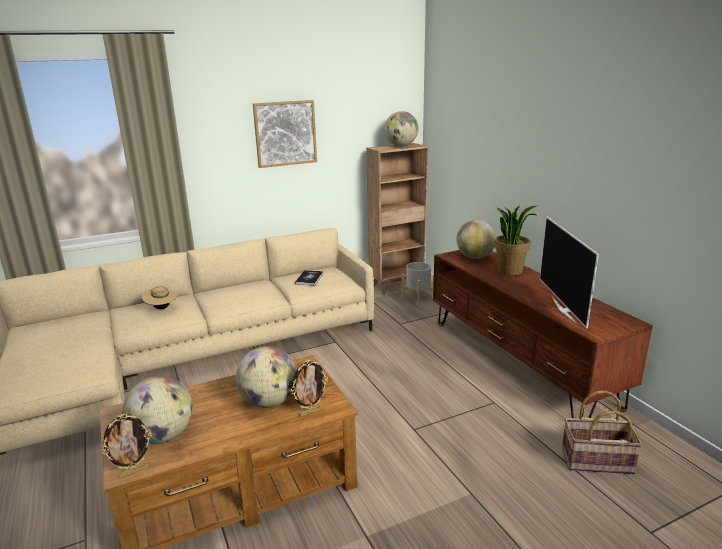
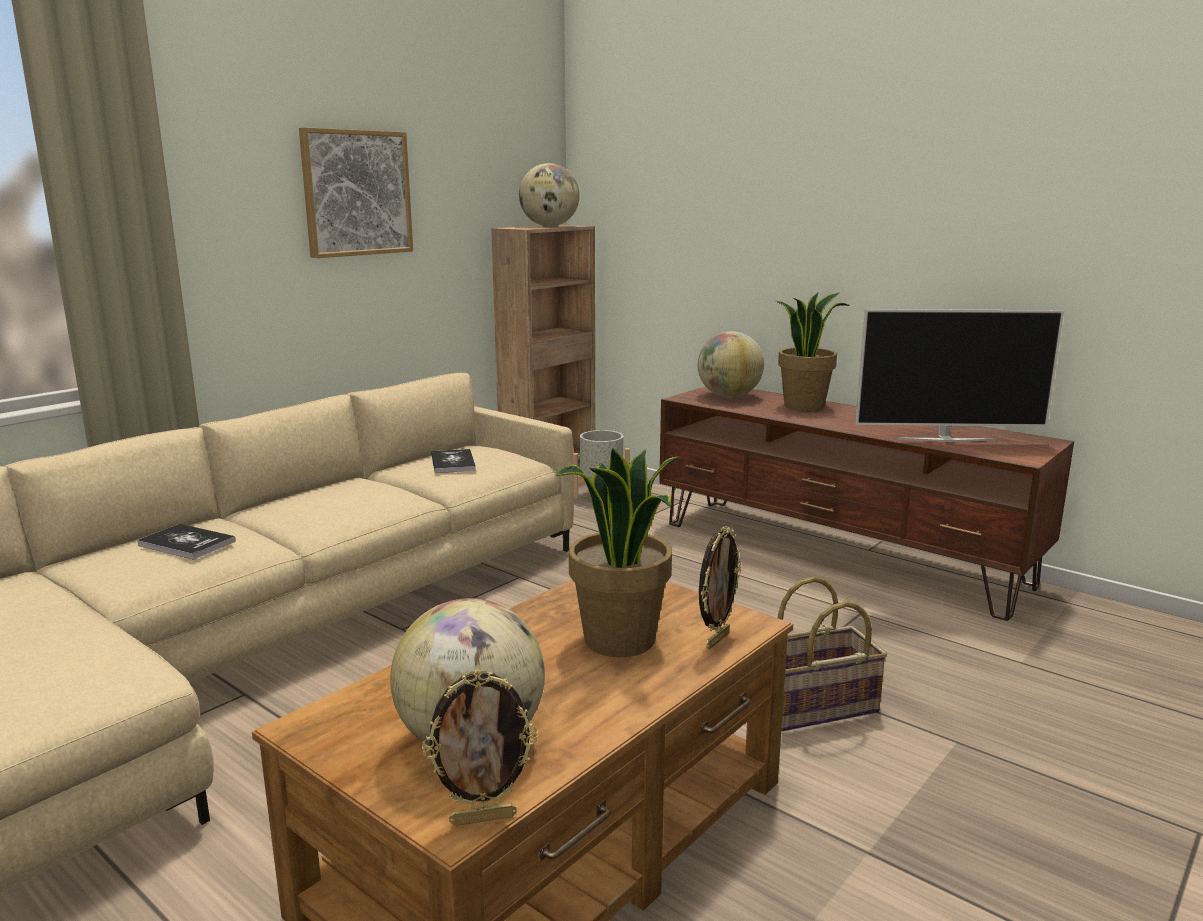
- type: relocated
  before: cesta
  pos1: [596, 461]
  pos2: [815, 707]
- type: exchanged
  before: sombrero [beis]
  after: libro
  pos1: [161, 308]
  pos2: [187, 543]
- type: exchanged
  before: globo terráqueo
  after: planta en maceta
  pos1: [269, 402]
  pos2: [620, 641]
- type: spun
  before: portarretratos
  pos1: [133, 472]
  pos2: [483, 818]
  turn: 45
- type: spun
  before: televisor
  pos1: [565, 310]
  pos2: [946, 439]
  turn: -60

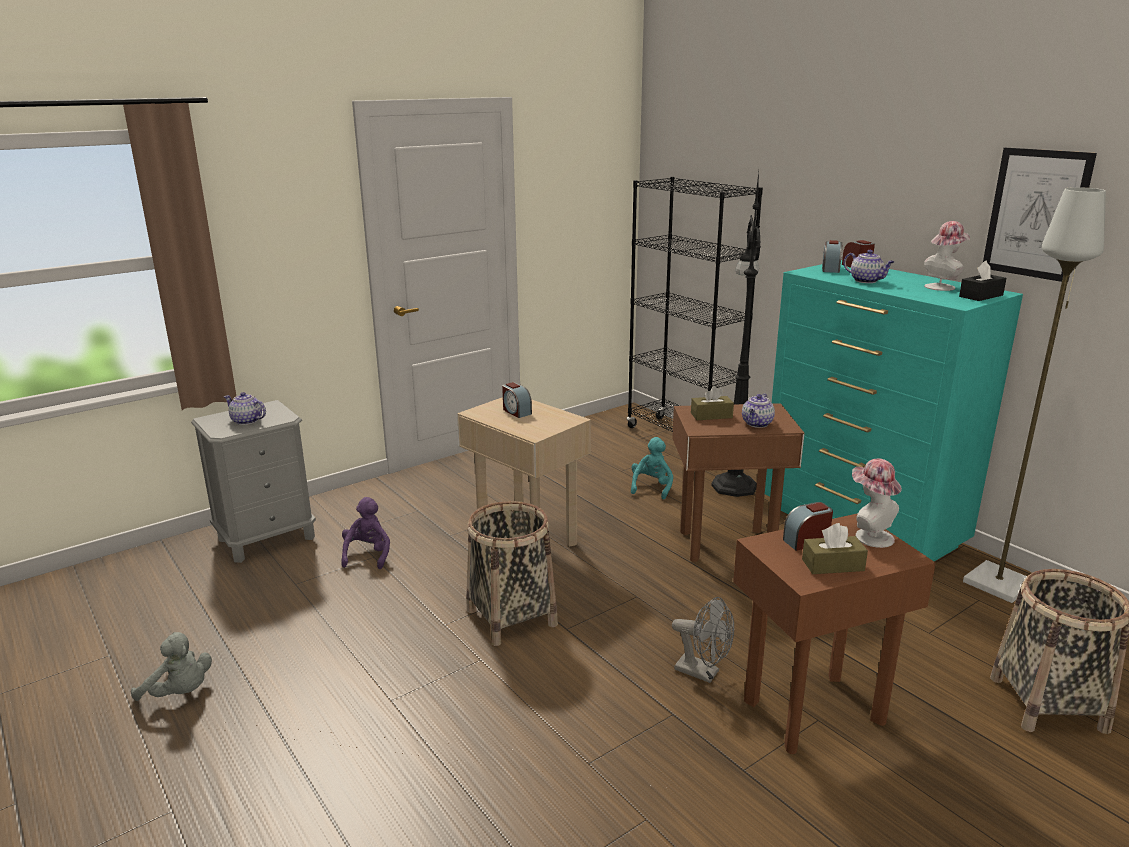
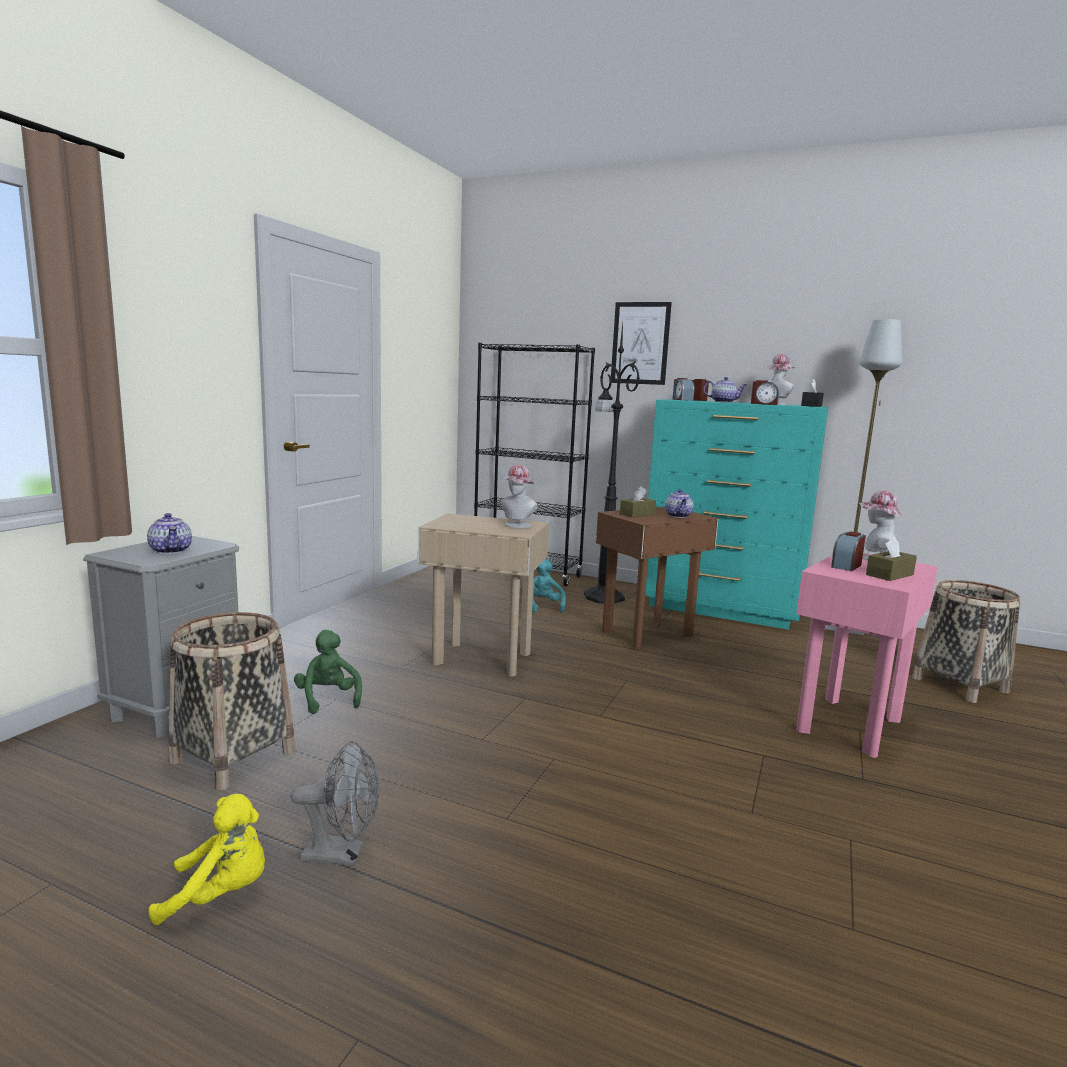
- type: appeared
  after: sombrero
  pos2: [516, 525]
- type: relocated
  before: cesta
  pos1: [512, 617]
  pos2: [234, 756]
- type: relocated
  before: despertador
  pos1: [516, 411]
  pos2: [764, 404]
- type: relocated
  before: ventilador [gris]
  pos1: [703, 673]
  pos2: [342, 854]
- type: relocated
  before: cuadro
  pos1: [1036, 214]
  pos2: [640, 343]
- type: colour
  before: peluche [gris]
  after: peluche [amarillo]
  pos1: [180, 693]
  pos2: [221, 894]
- type: colour
  before: peluche [morado]
  after: peluche [verde]
  pos1: [368, 555]
  pos2: [328, 699]
- type: colour
  before: mesa auxiliar [marrón]
  after: mesa auxiliar [rosa]
  pos1: [812, 710]
  pos2: [847, 725]
- type: spun
  before: tetera
  pos1: [247, 421]
  pos2: [171, 550]
  turn: -120

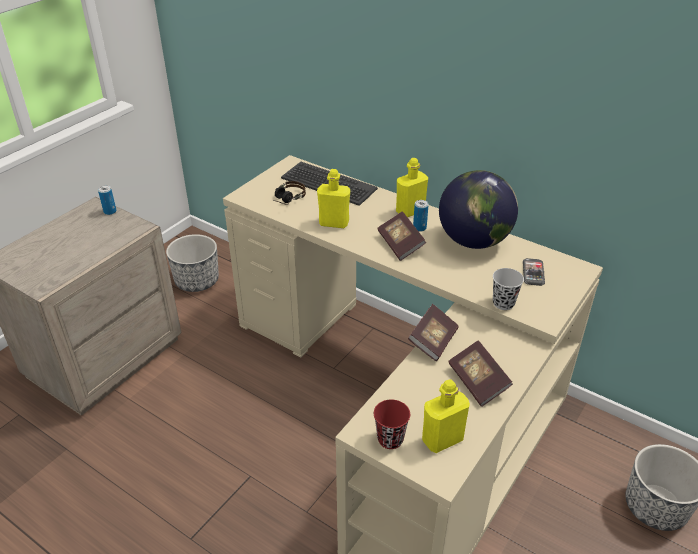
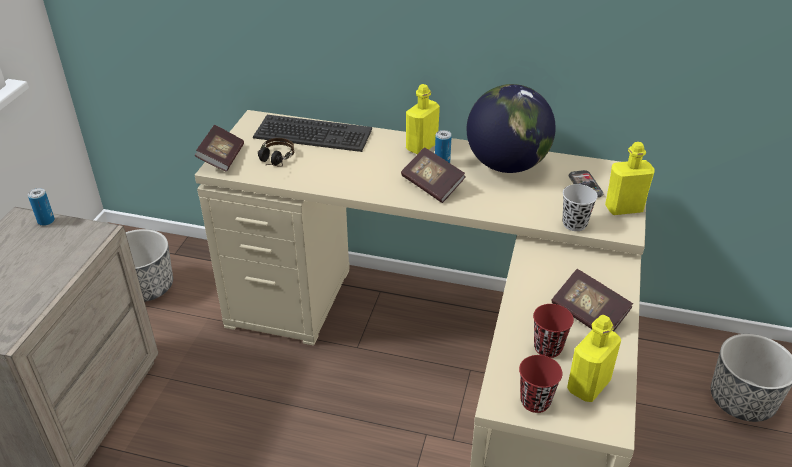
- type: appeared
  after: taza [rojo]
  pos2: [548, 348]
- type: relocated
  before: botella [amarillo]
  pos1: [334, 223]
  pos2: [624, 208]
- type: relocated
  before: libro
  pos1: [433, 341]
  pos2: [222, 158]

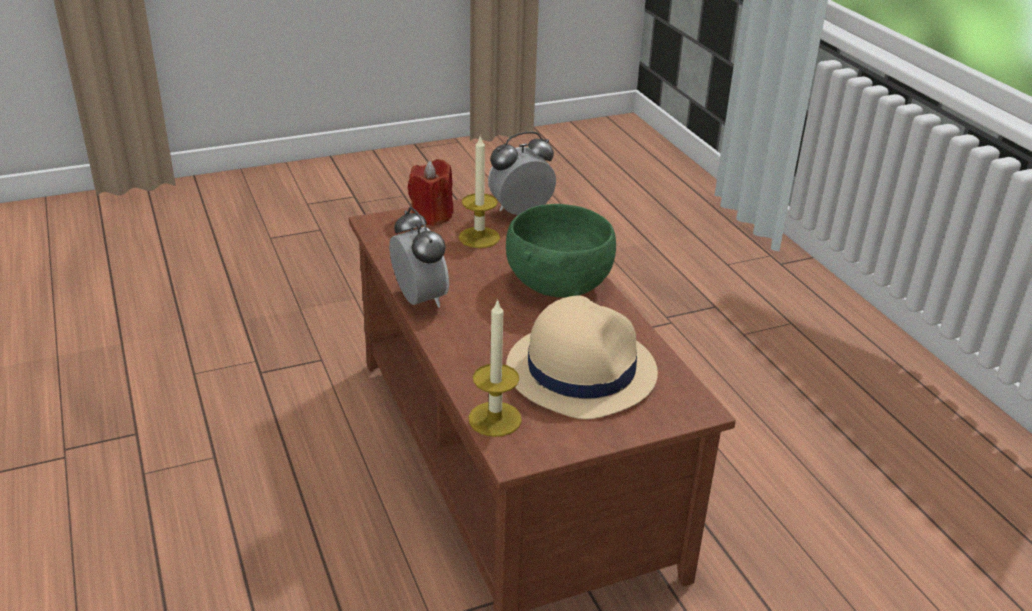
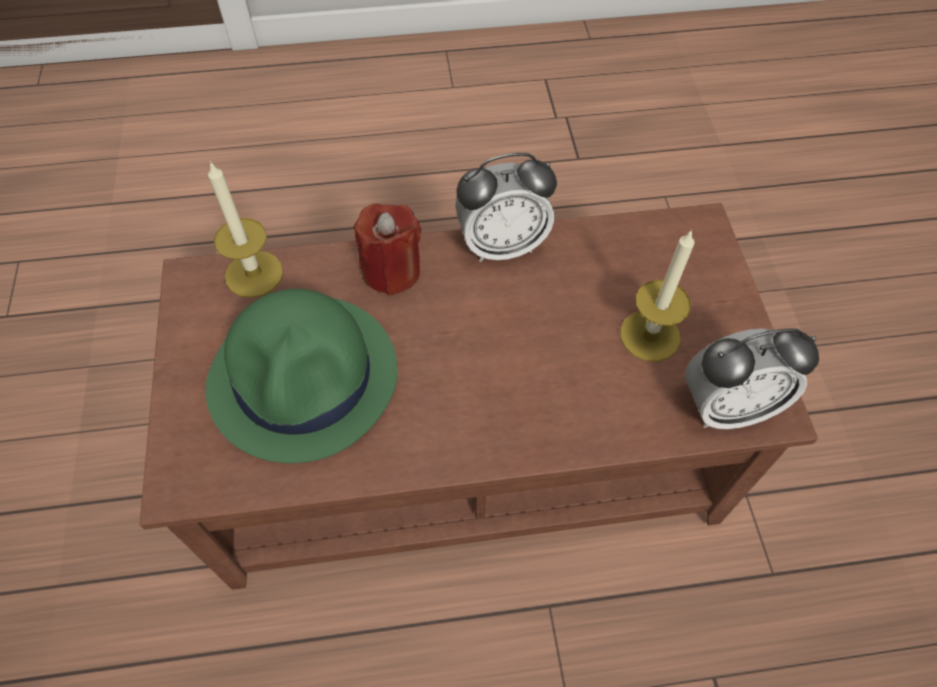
- type: missing
  before: cuenco [verde]
  pos1: [557, 284]
- type: relocated
  before: vela [rojo]
  pos1: [431, 216]
  pos2: [391, 271]
- type: colour
  before: sombrero [beis]
  after: sombrero [verde]
  pos1: [581, 370]
  pos2: [305, 377]
- type: spun
  before: despertador
  pos1: [521, 212]
  pos2: [726, 407]
  turn: 90

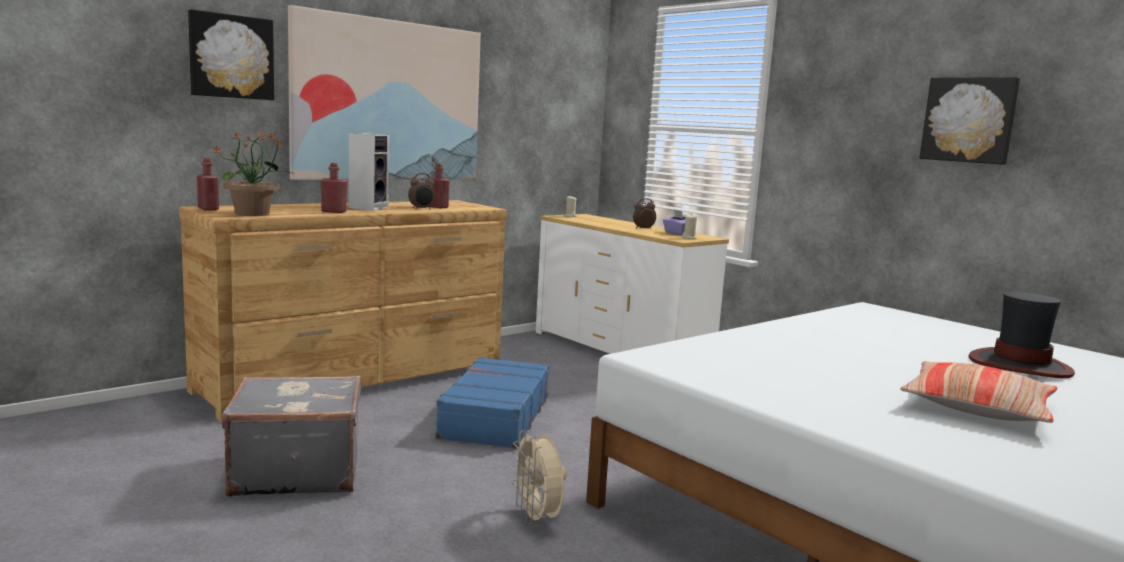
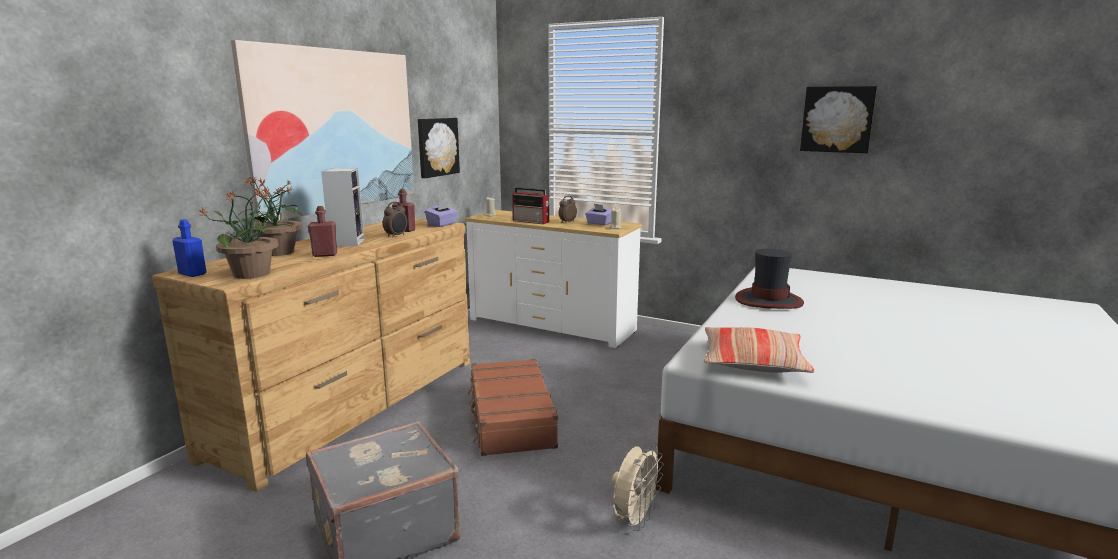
- type: appeared
  after: planta en maceta
  pos2: [278, 252]
- type: appeared
  after: caja de pañuelos [morado]
  pos2: [442, 224]
- type: appeared
  after: radio
  pos2: [531, 221]
- type: relocated
  before: cuadro
  pos1: [231, 56]
  pos2: [437, 147]
- type: relocated
  before: cojín
  pos1: [977, 407]
  pos2: [753, 362]
- type: relocated
  before: sombrero
  pos1: [1019, 365]
  pos2: [768, 300]
- type: colour
  before: botella [rojo]
  after: botella [azul]
  pos1: [208, 209]
  pos2: [192, 274]
- type: colour
  before: maleta [azul]
  after: maleta [marrón]
  pos1: [494, 417]
  pos2: [510, 418]
- type: spun
  before: ventilador [beis]
  pos1: [537, 519]
  pos2: [634, 520]
  turn: -105

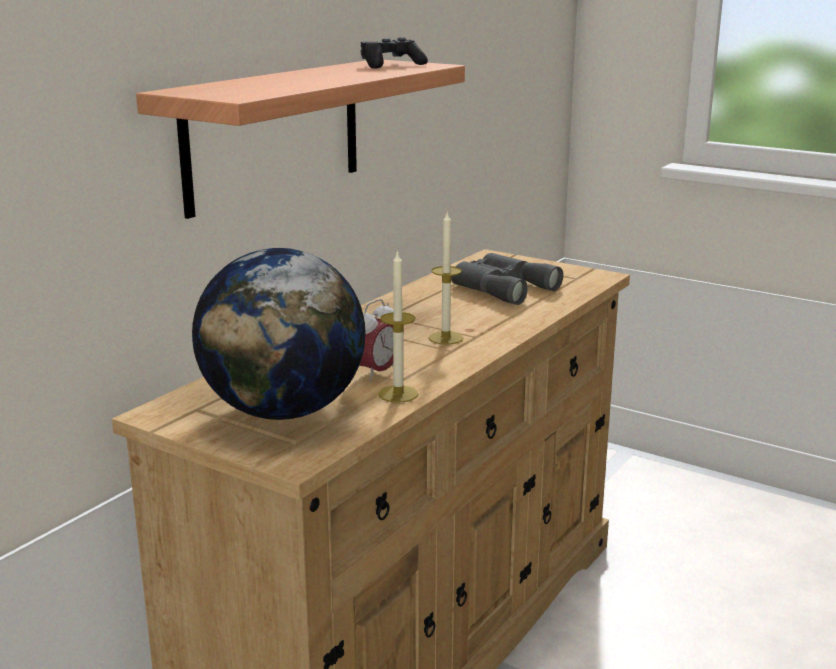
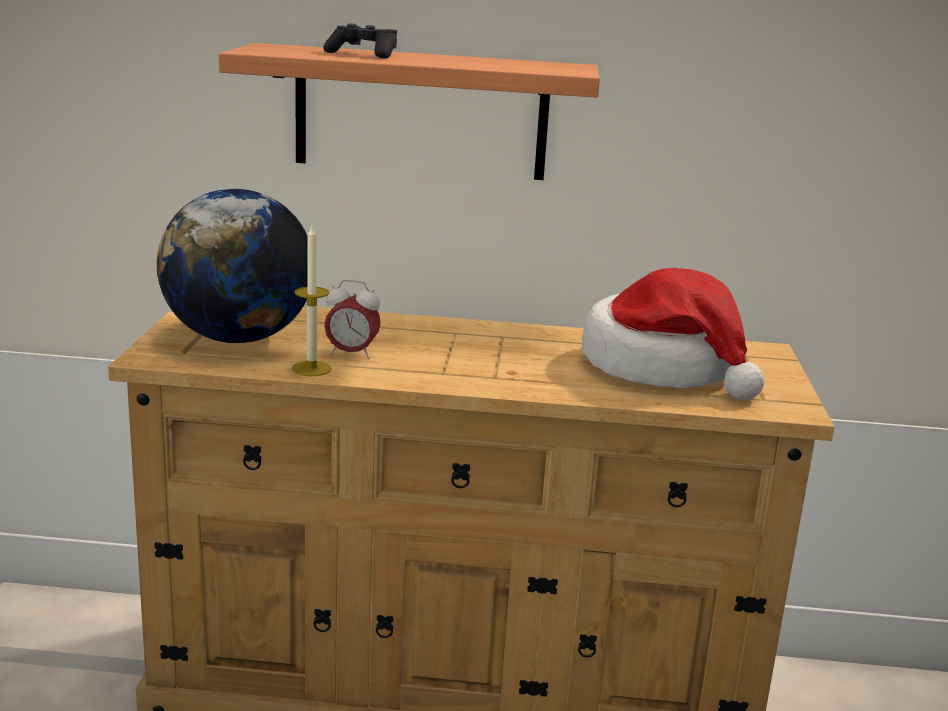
- type: missing
  before: vela
  pos1: [445, 338]
- type: relocated
  before: mando de consola [negro]
  pos1: [391, 65]
  pos2: [363, 54]
- type: exchanged
  before: prismáticos [gris]
  after: sombrero
  pos1: [500, 287]
  pos2: [665, 367]

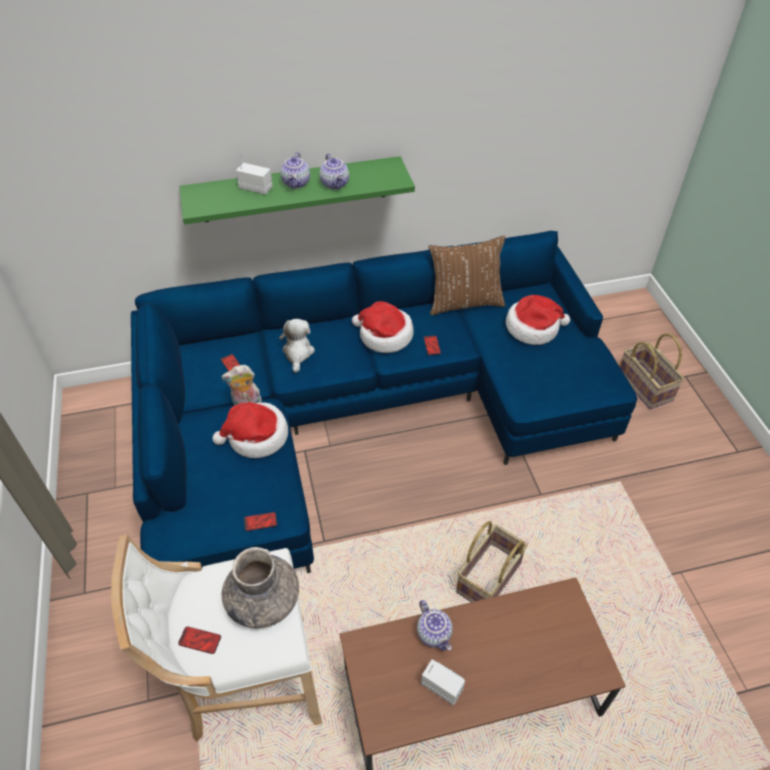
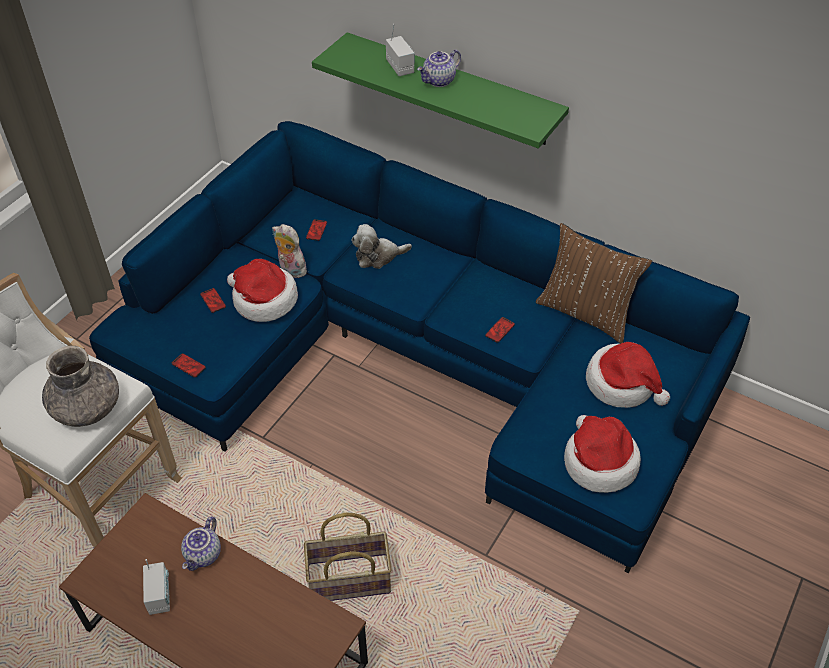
- type: missing
  before: tetera
  pos1: [335, 184]
- type: missing
  before: cesta
  pos1: [645, 386]
- type: relocated
  before: móvil
  pos1: [200, 640]
  pos2: [213, 300]
- type: relocated
  before: sombrero
  pos1: [384, 335]
  pos2: [598, 462]
- type: spun
  before: peluche
  pos1: [298, 353]
  pos2: [378, 256]
  turn: -150

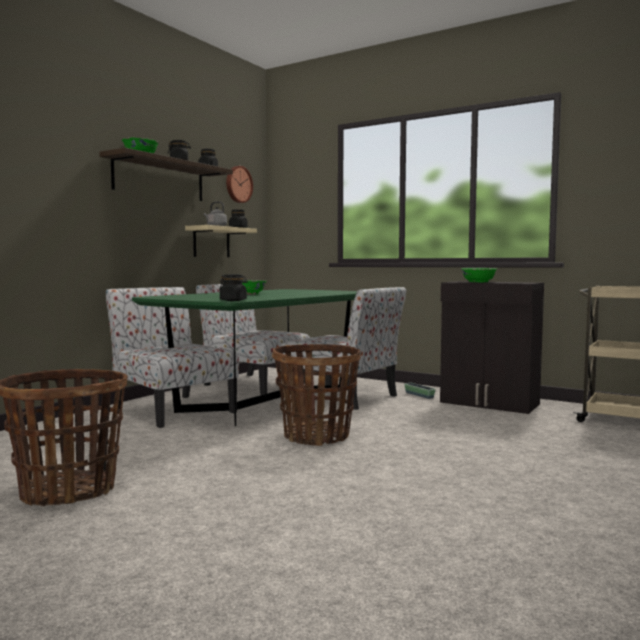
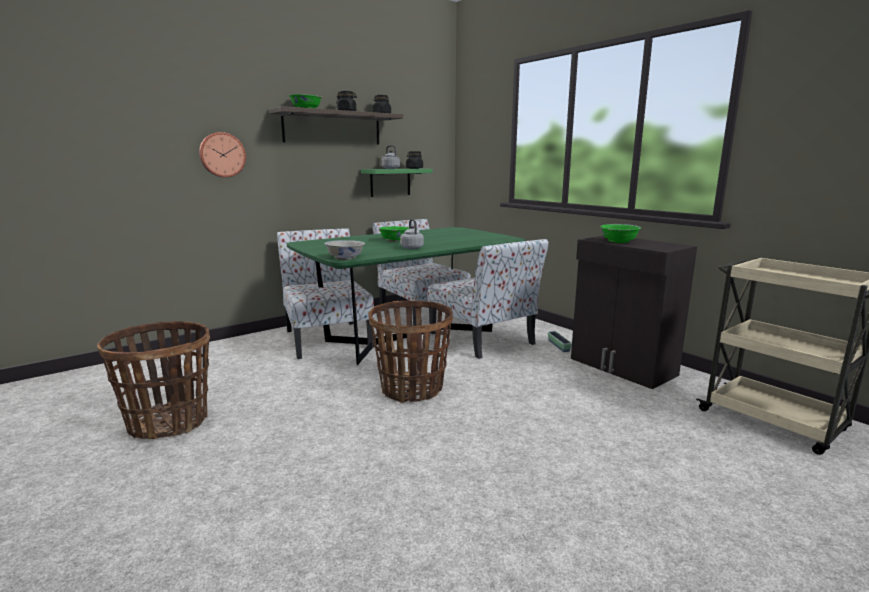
- type: appeared
  after: hervidor [gris]
  pos2: [411, 248]
- type: relocated
  before: reloj de pared
  pos1: [238, 184]
  pos2: [222, 155]
- type: exchanged
  before: tarro [negro]
  after: cuenco [blanco]
  pos1: [233, 300]
  pos2: [345, 258]
- type: colour
  before: estante [beis]
  after: estante [verde]
  pos1: [211, 242]
  pos2: [390, 182]

